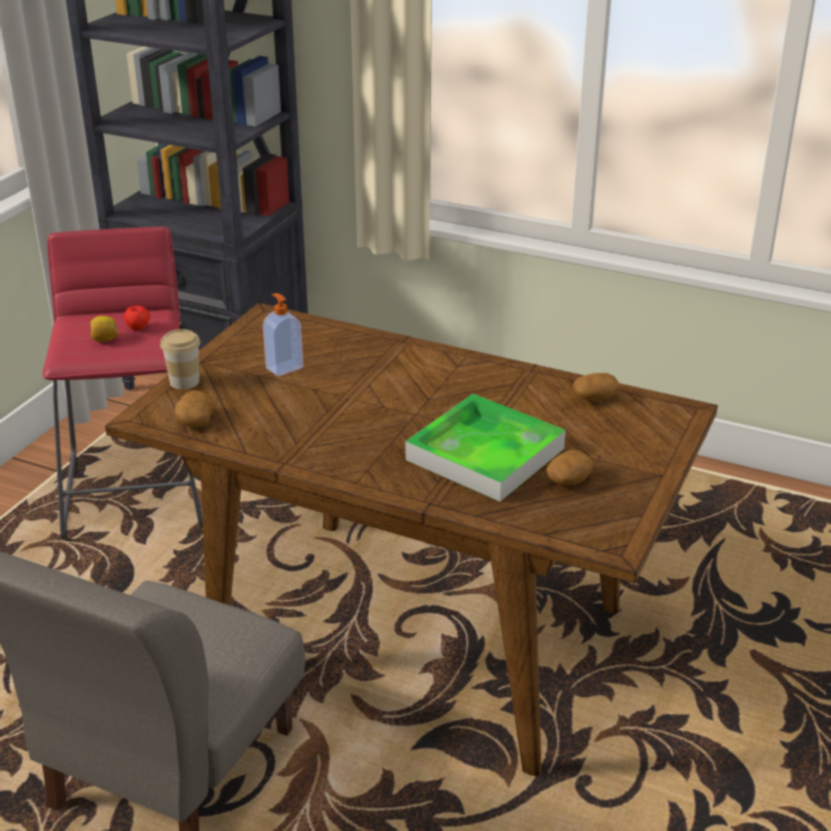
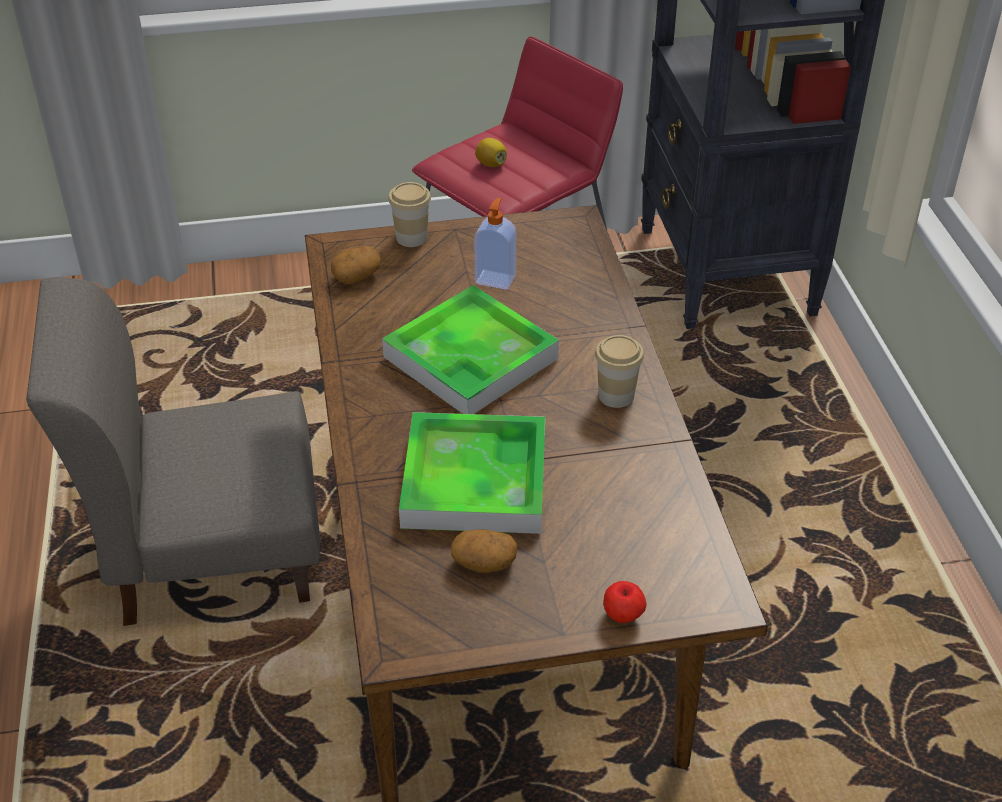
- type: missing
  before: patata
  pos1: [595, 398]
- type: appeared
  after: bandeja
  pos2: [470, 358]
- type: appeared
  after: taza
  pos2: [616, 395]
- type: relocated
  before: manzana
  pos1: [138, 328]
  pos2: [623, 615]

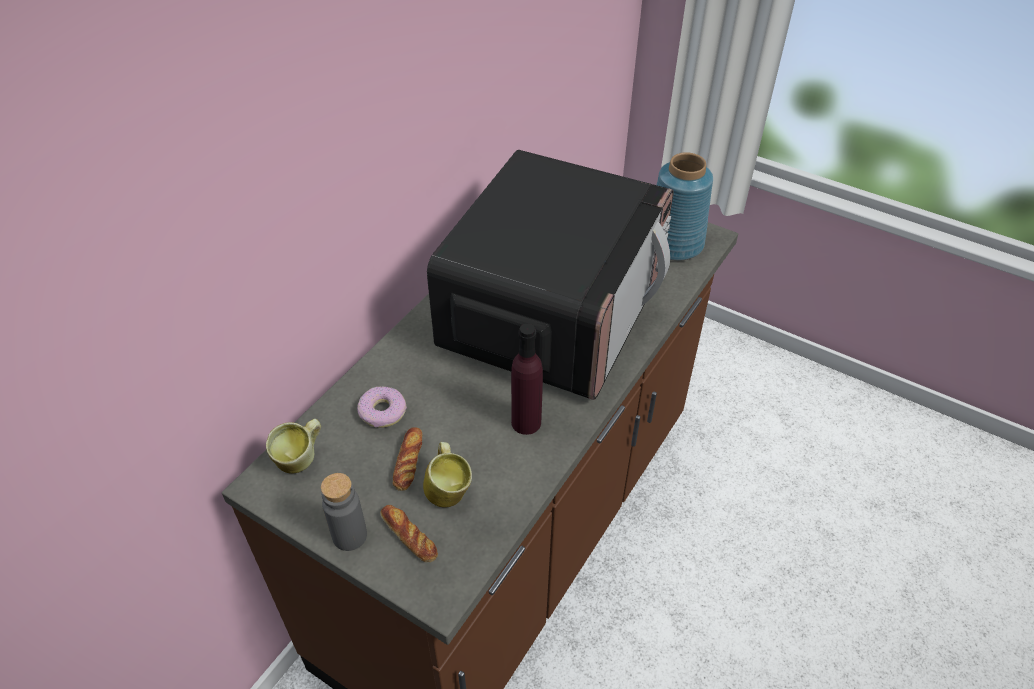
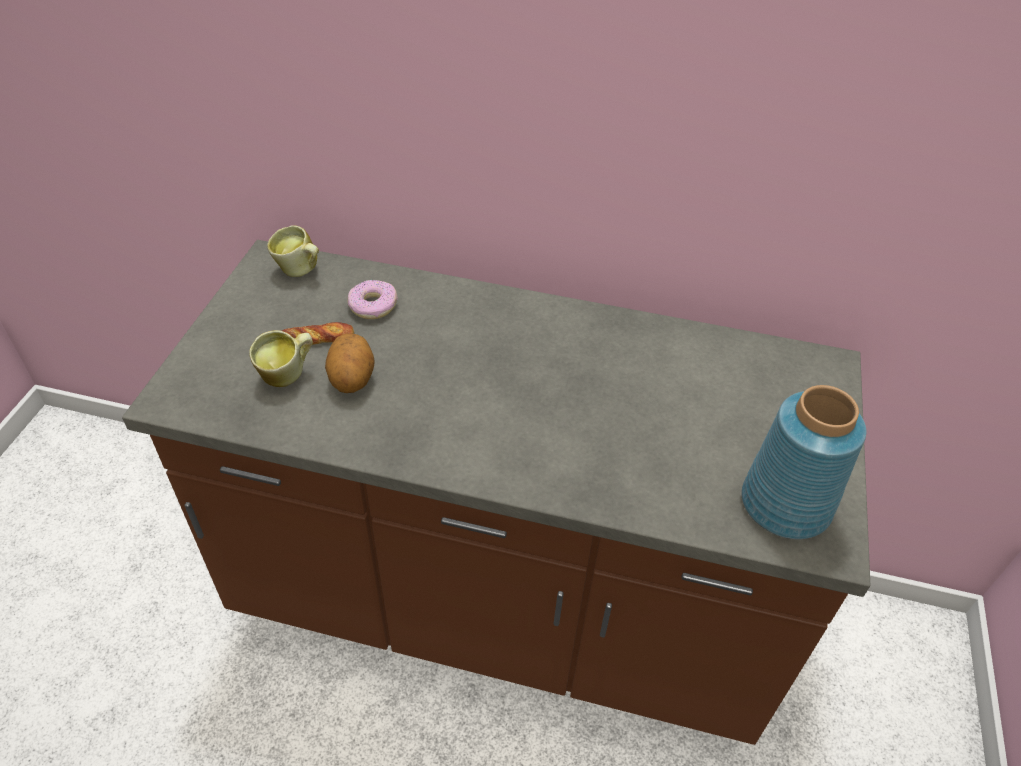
- type: missing
  before: botella [gris]
  pos1: [349, 535]
- type: missing
  before: pan
  pos1: [409, 536]
- type: missing
  before: microondas
  pos1: [553, 313]
- type: missing
  before: botella [morado]
  pos1: [526, 422]
- type: appeared
  after: patata
  pos2: [352, 379]

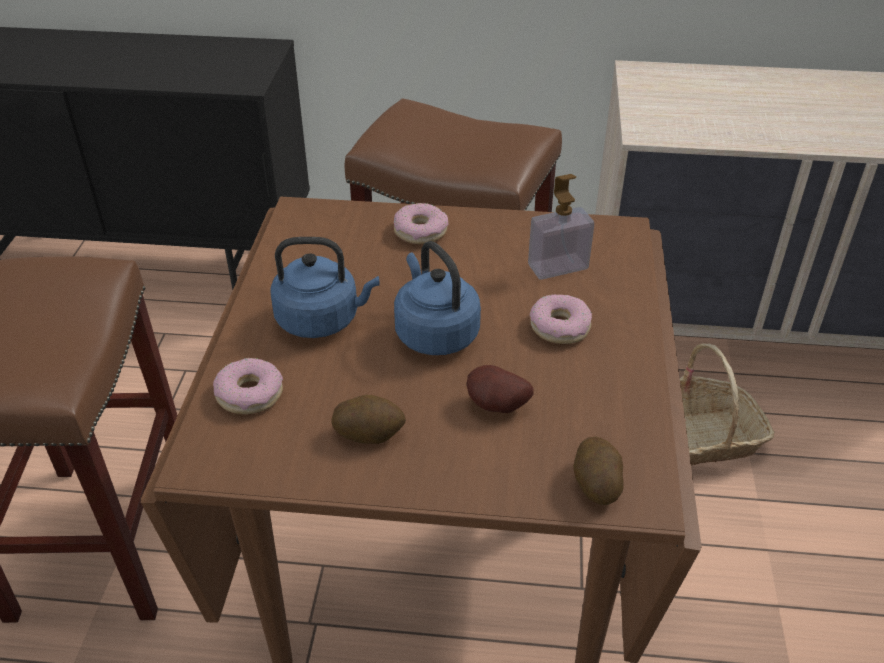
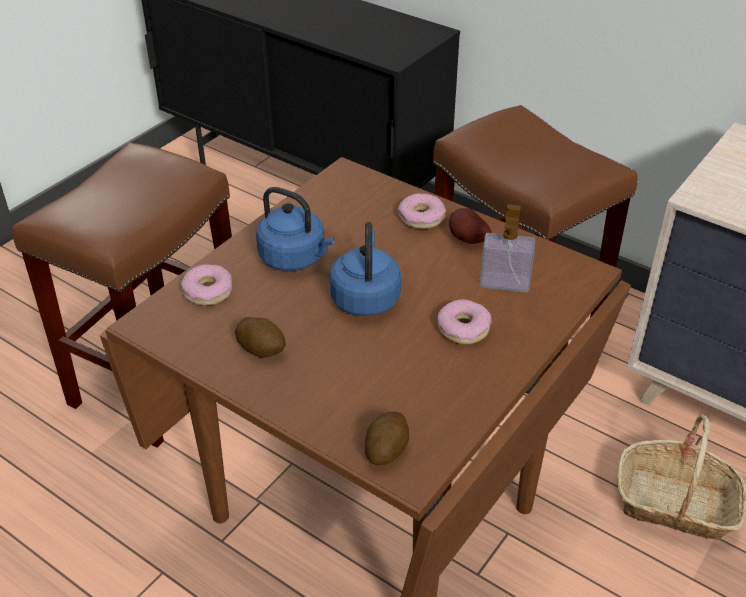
- type: relocated
  before: patata
  pos1: [496, 407]
  pos2: [466, 240]

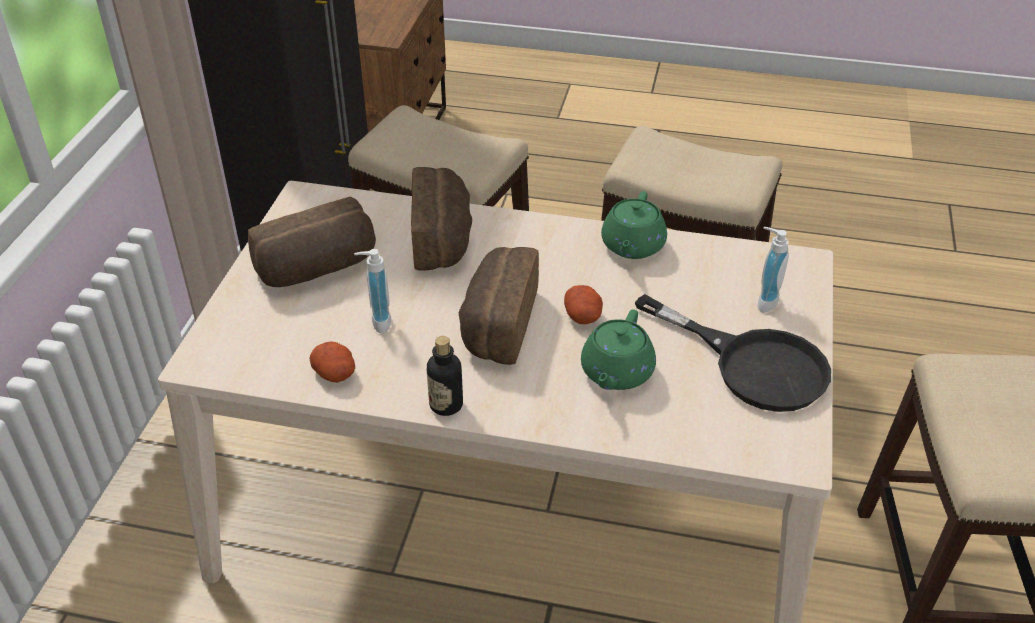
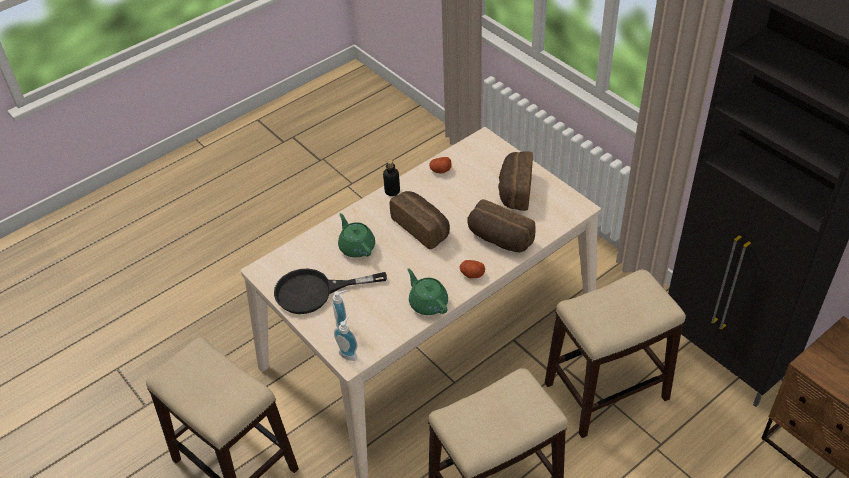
- type: relocated
  before: dispensador de jabón
  pos1: [377, 322]
  pos2: [349, 353]
- type: relocated
  before: patata
  pos1: [583, 316]
  pos2: [471, 274]

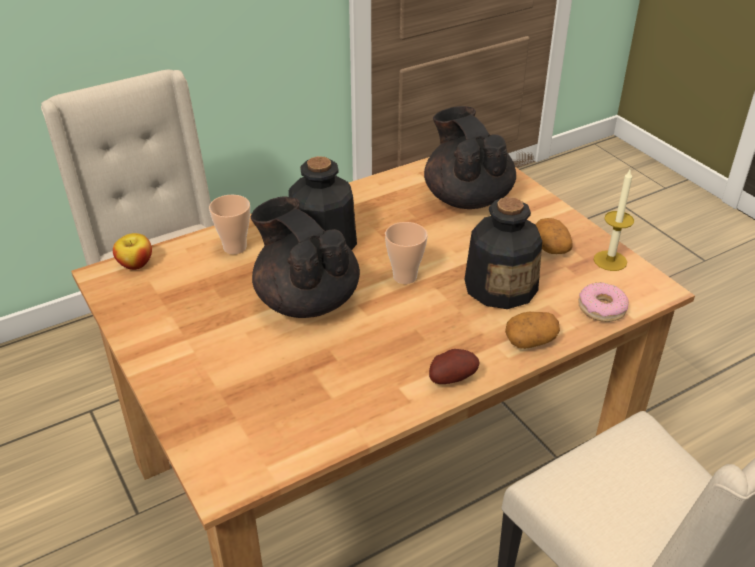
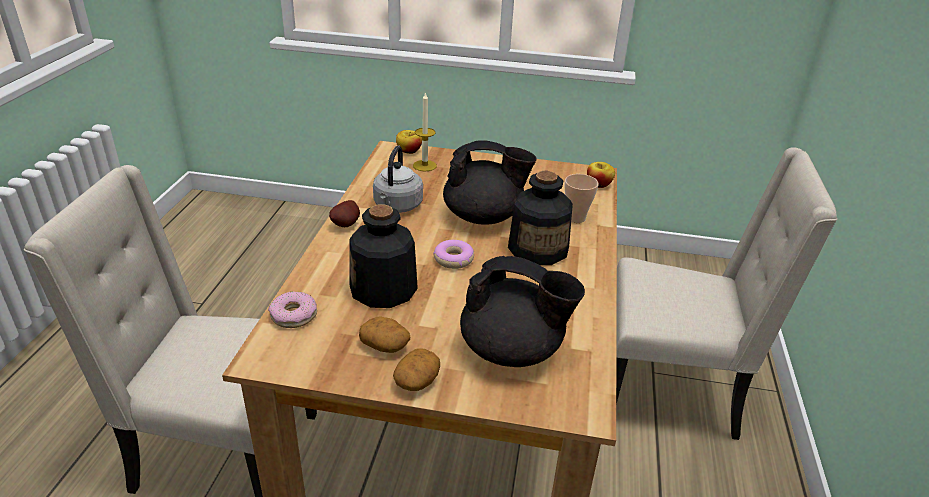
- type: appeared
  after: hervidor [gris]
  pos2: [397, 206]
- type: appeared
  after: manzana
  pos2: [409, 151]
- type: relocated
  before: patata
  pos1: [530, 340]
  pos2: [417, 381]
- type: relocated
  before: vela
  pos1: [610, 261]
  pos2: [424, 165]
- type: exchanged
  before: taza
  after: rosquilla
  pos1: [405, 277]
  pos2: [453, 259]

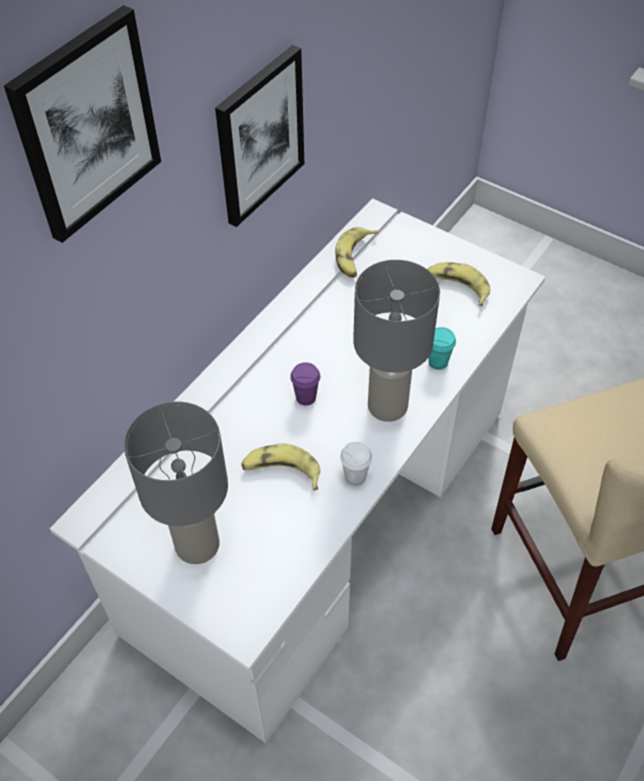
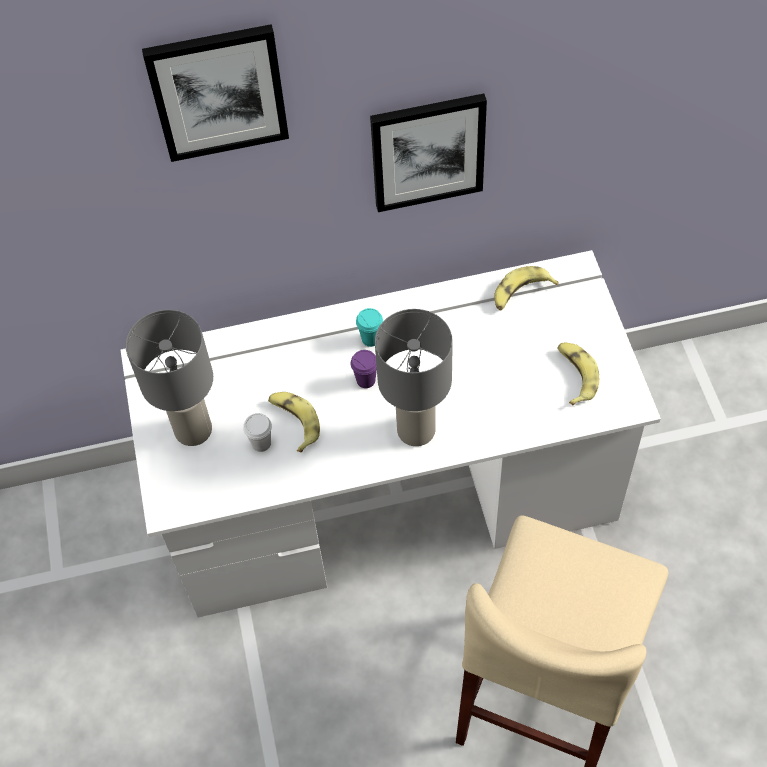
- type: relocated
  before: taza [blanco]
  pos1: [355, 476]
  pos2: [261, 443]
- type: relocated
  before: taza [turquesa]
  pos1: [438, 362]
  pos2: [371, 339]

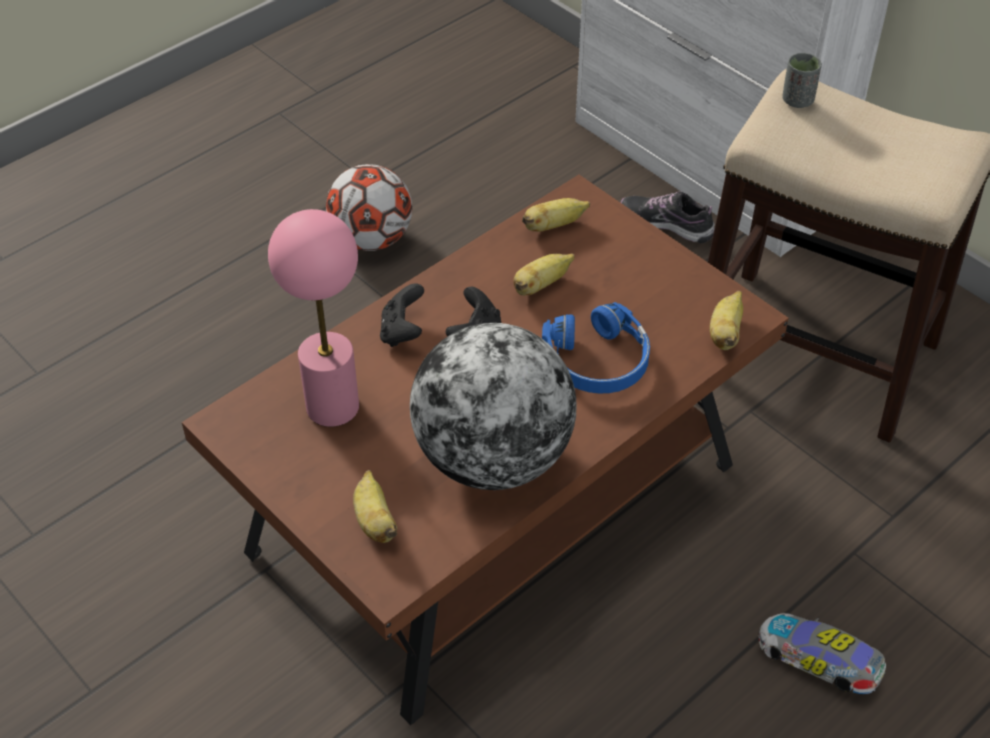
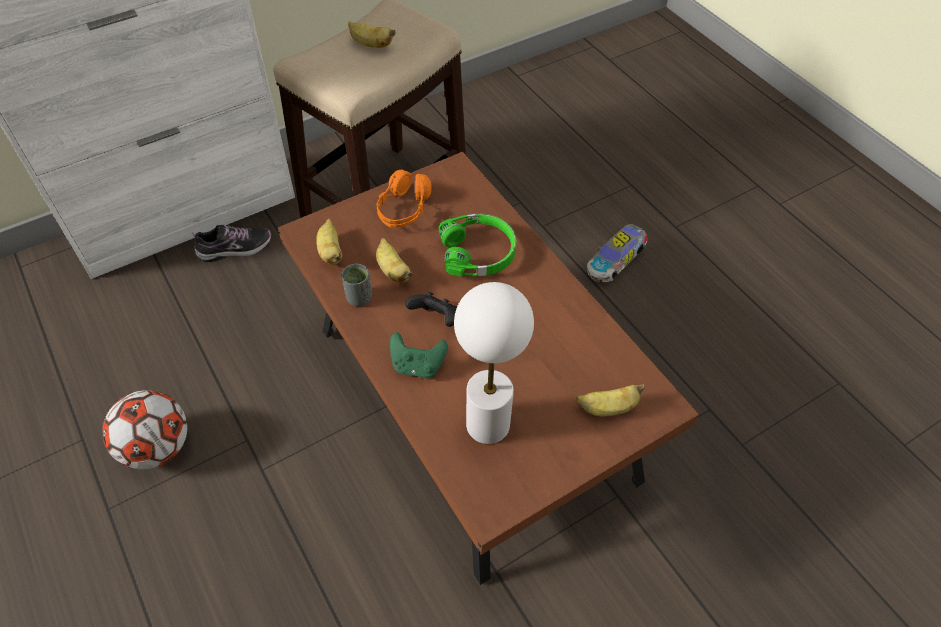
- type: missing
  before: globo terráqueo
  pos1: [493, 458]
- type: appeared
  after: auriculares [naranja]
  pos2: [403, 209]
- type: relocated
  before: plátano
  pos1: [725, 333]
  pos2: [370, 45]
- type: relocated
  before: taza [gris]
  pos1: [797, 100]
  pos2: [359, 298]
- type: colour
  before: lámpara de mesa [rosa]
  after: lámpara de mesa [blanco]
  pos1: [331, 407]
  pos2: [488, 425]
- type: colour
  before: mando de consola [negro]
  after: mando de consola [verde]
  pos1: [402, 332]
  pos2: [417, 366]
- type: colour
  before: auriculares [azul]
  after: auriculares [verde]
  pos1: [598, 361]
  pos2: [478, 252]
- type: spun
  before: zapato
  pos1: [666, 224]
  pos2: [235, 248]
  turn: -150

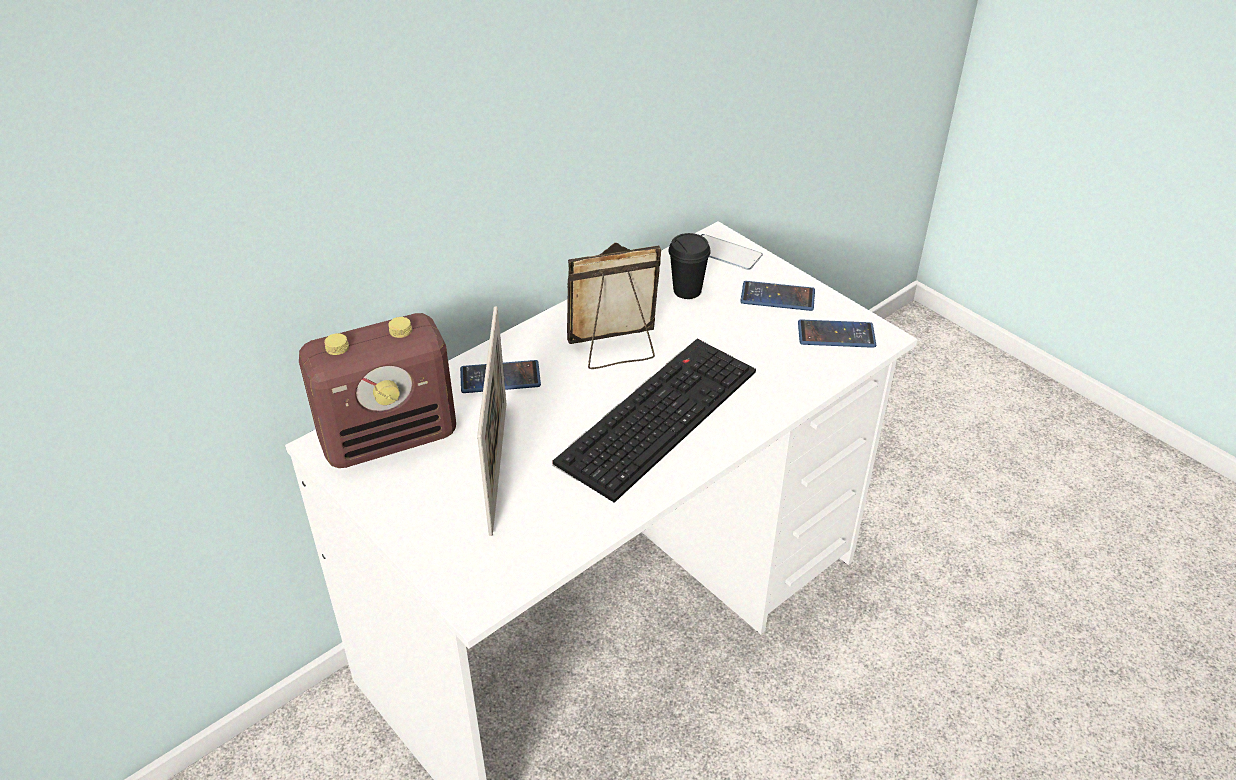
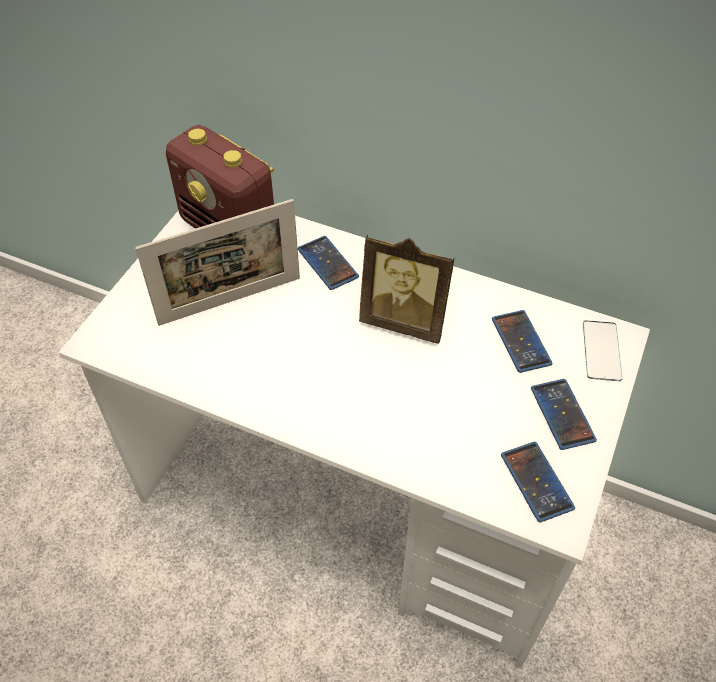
- type: missing
  before: teclado
  pos1: [657, 414]
- type: exchanged
  before: taza [negro]
  after: móvil
  pos1: [687, 291]
  pos2: [521, 341]
- type: spun
  before: portarretratos
  pos1: [615, 350]
  pos2: [404, 321]
  turn: 150

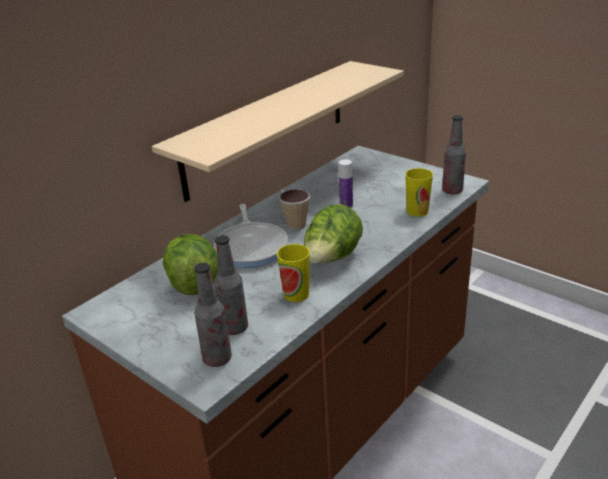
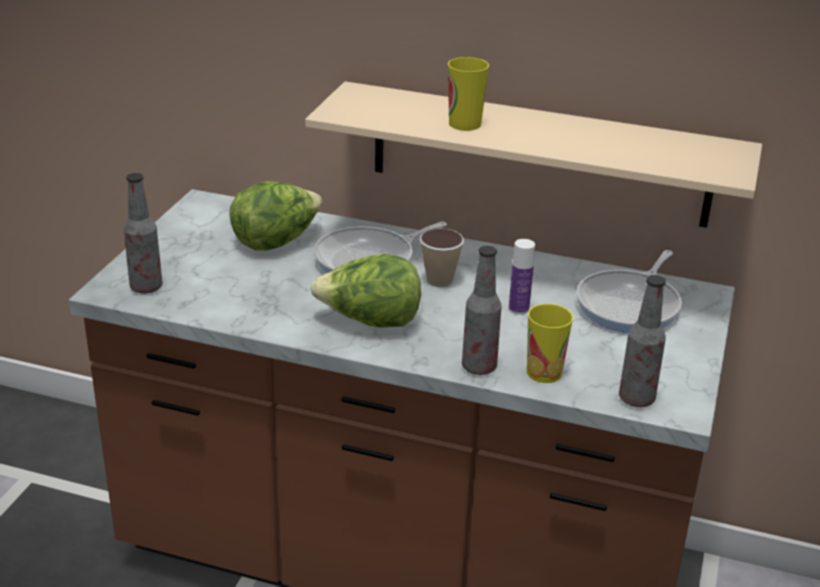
- type: appeared
  after: sartén
  pos2: [630, 305]
- type: relocated
  before: botella
  pos1: [234, 328]
  pos2: [479, 367]
- type: relocated
  before: taza
  pos1: [296, 294]
  pos2: [464, 124]

